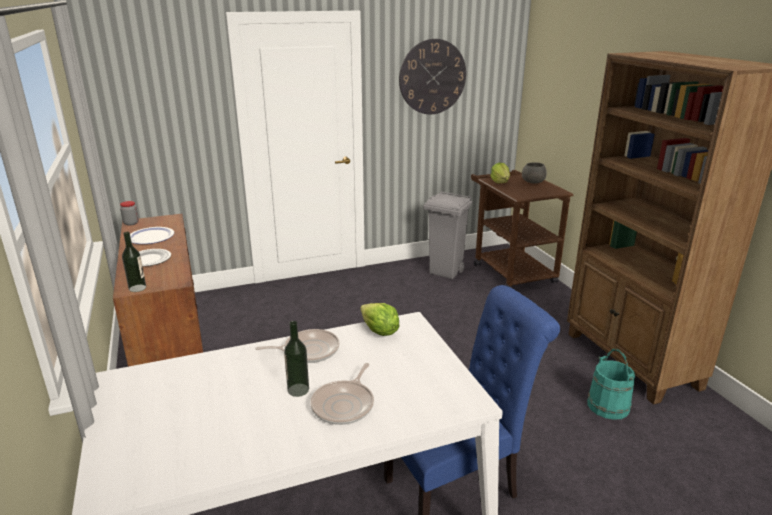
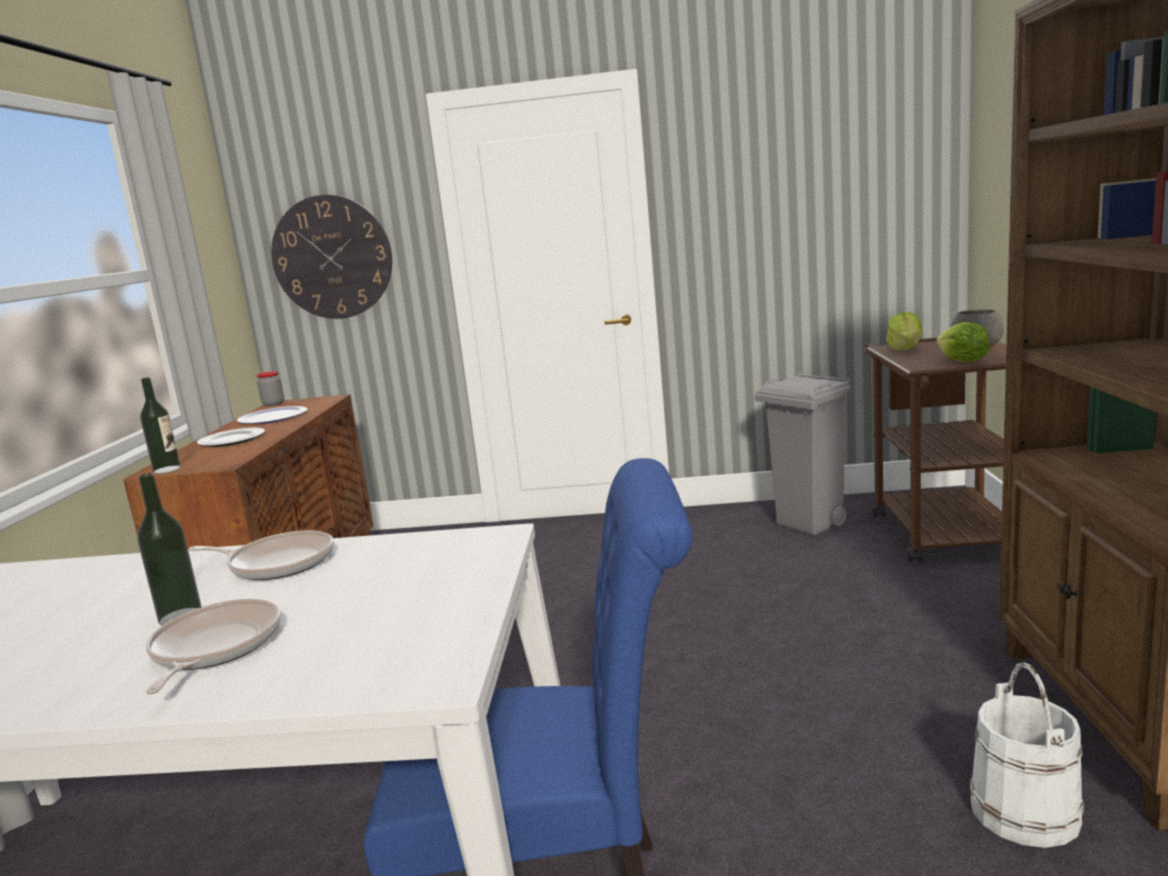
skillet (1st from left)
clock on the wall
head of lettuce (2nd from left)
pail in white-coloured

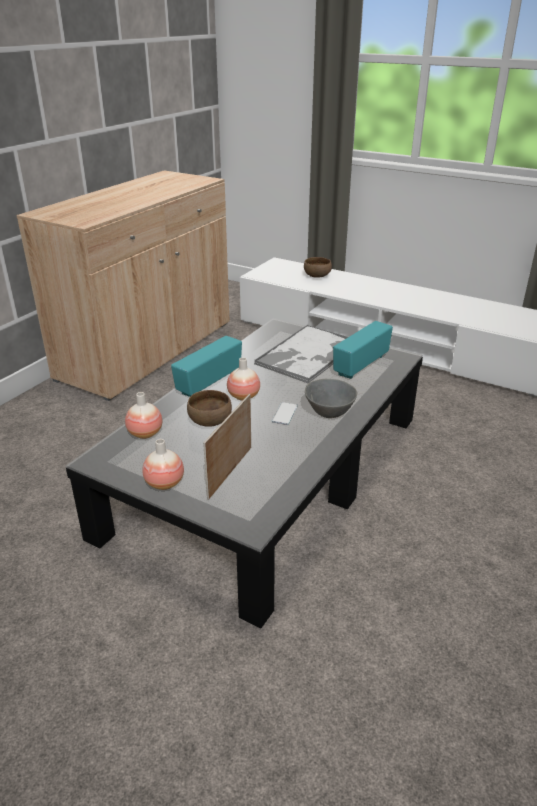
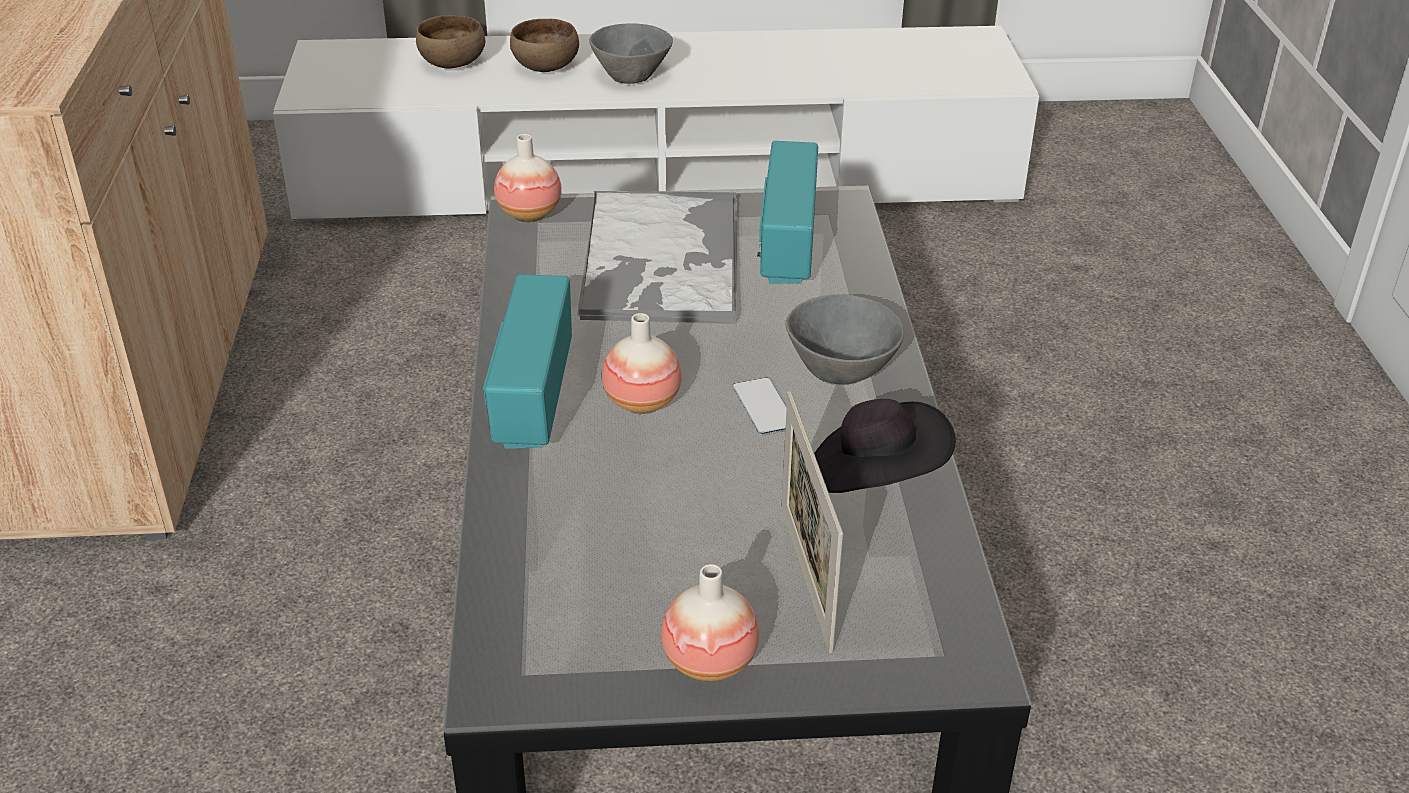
vase (1st from left)
serving bowl in brown (2nd from left)
serving bowl in grey (1st from left)
clothing hat in black

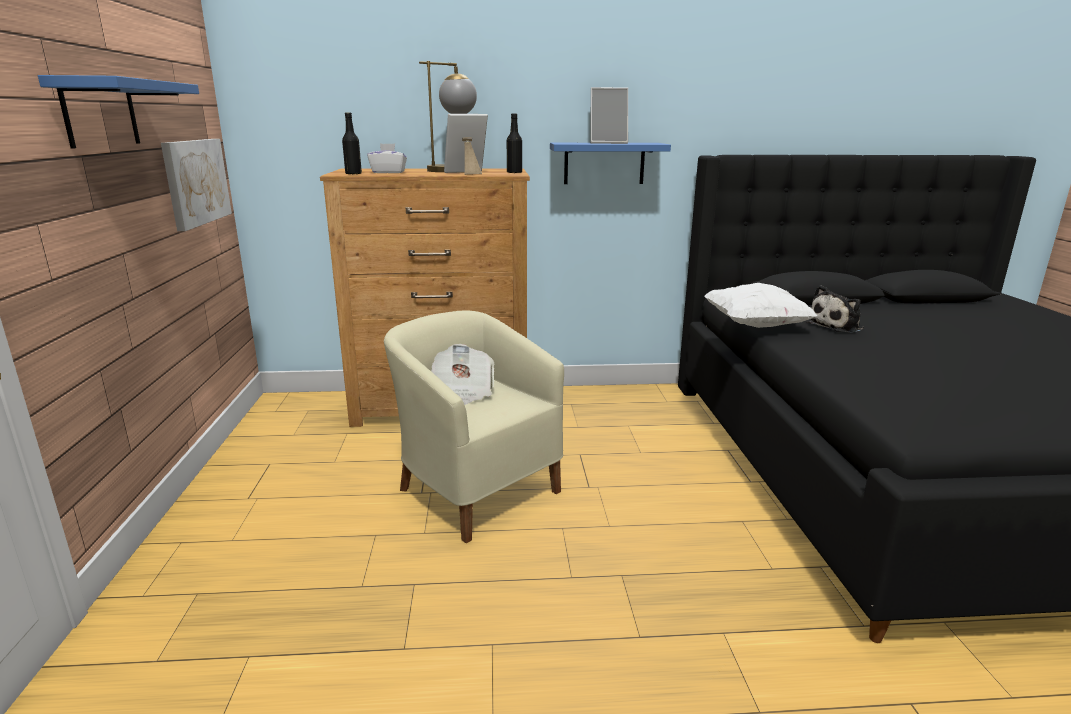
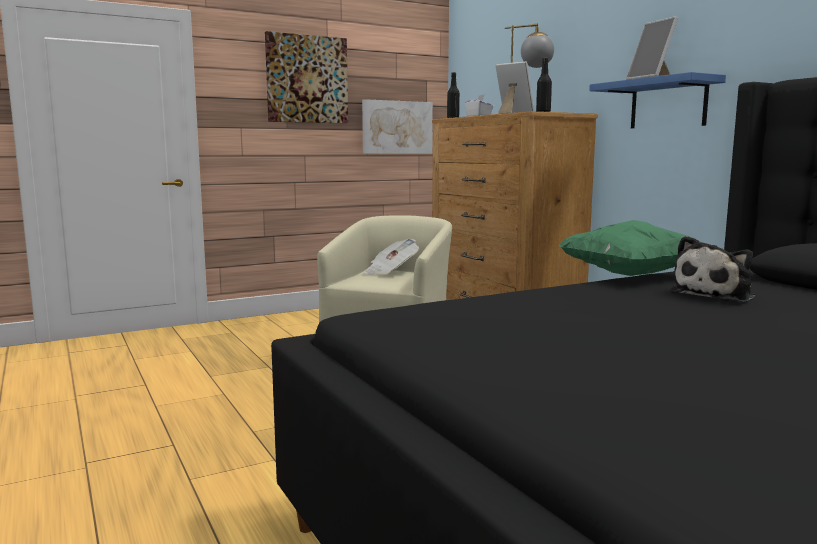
wall picture (1st from left)
cushion in green-coloured
plush toy

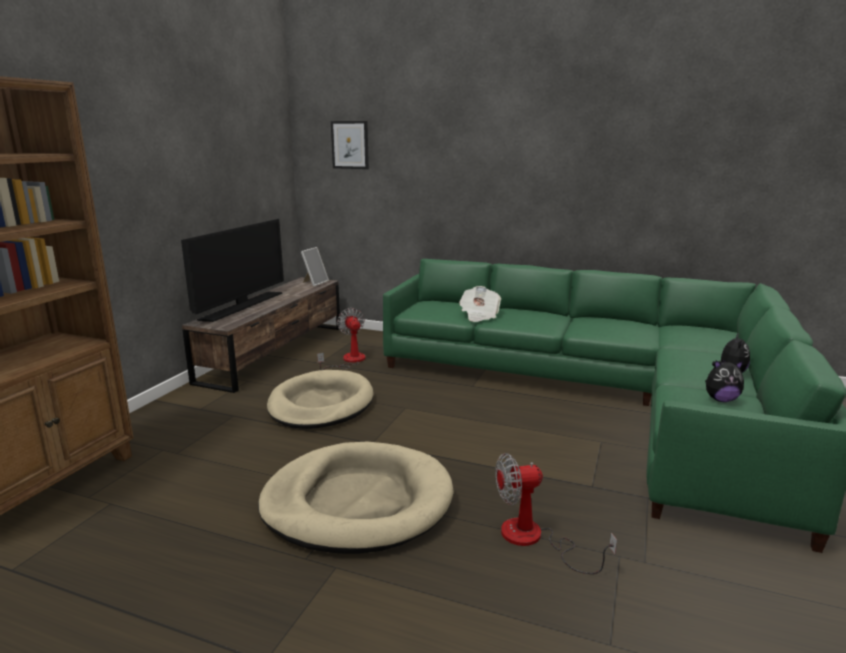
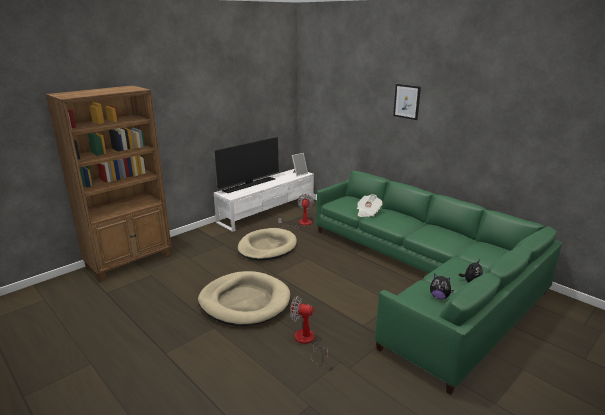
tv unit in white-coloured
wall picture

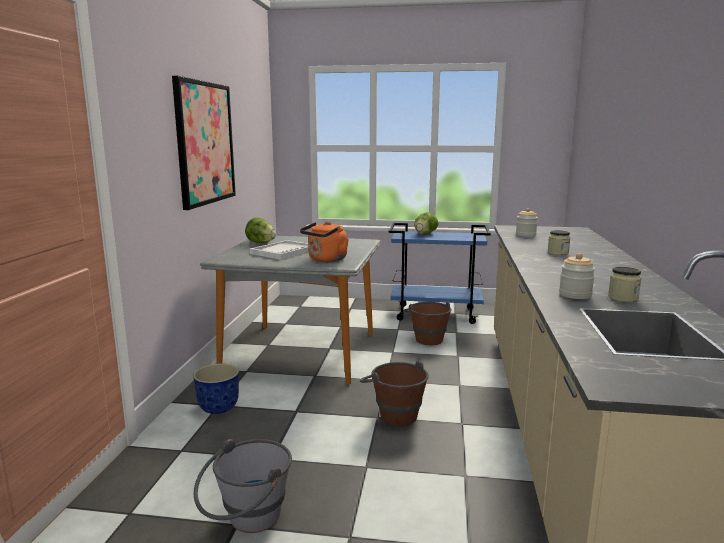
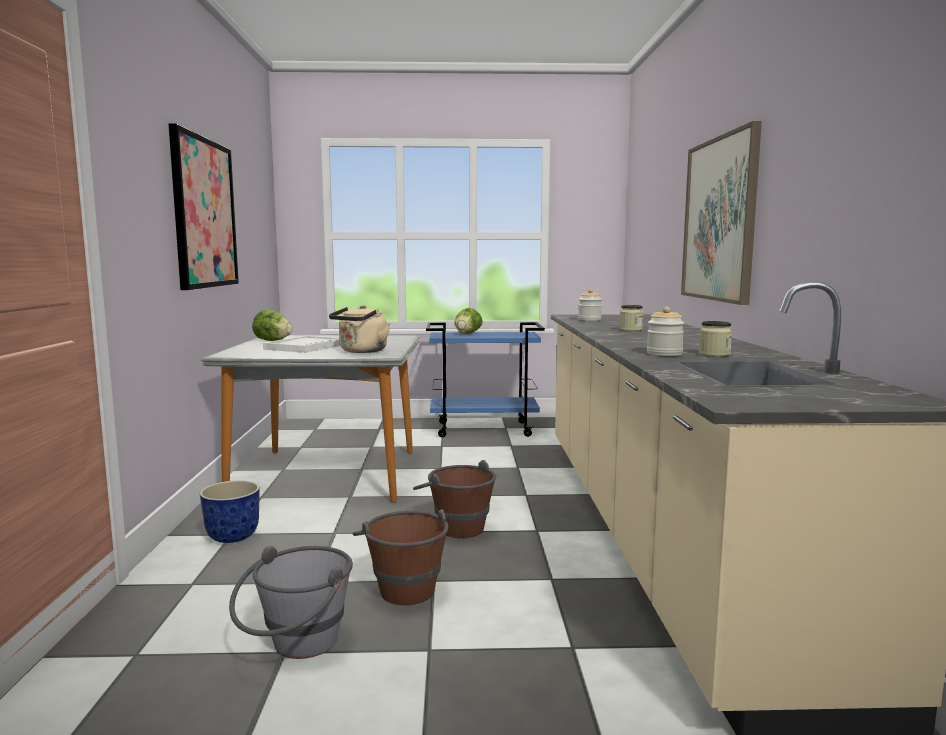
water kettle in sand-coloured
pail in brown (1st from left)
wall picture (2nd from left)

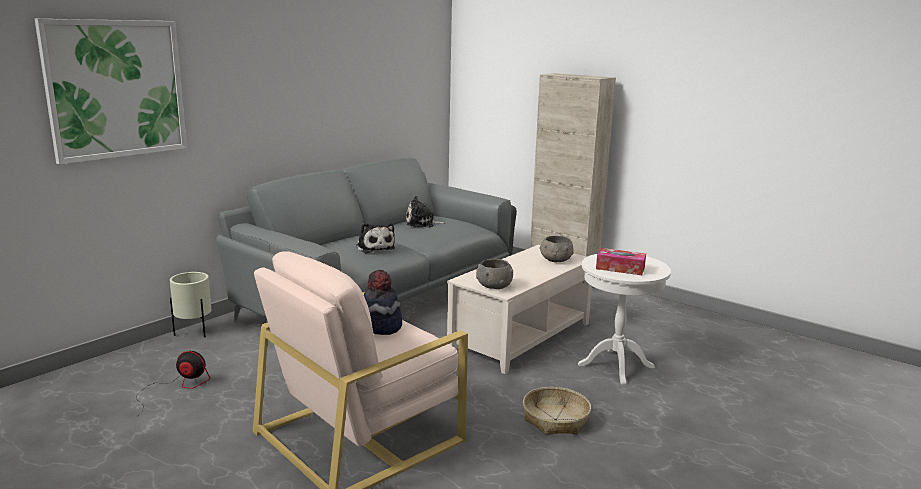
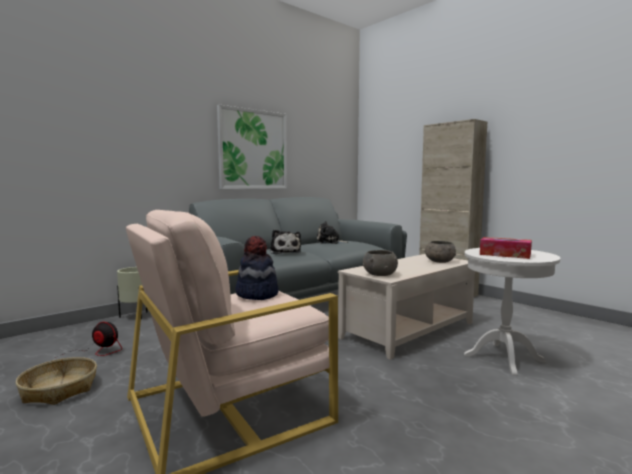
basket
wall picture

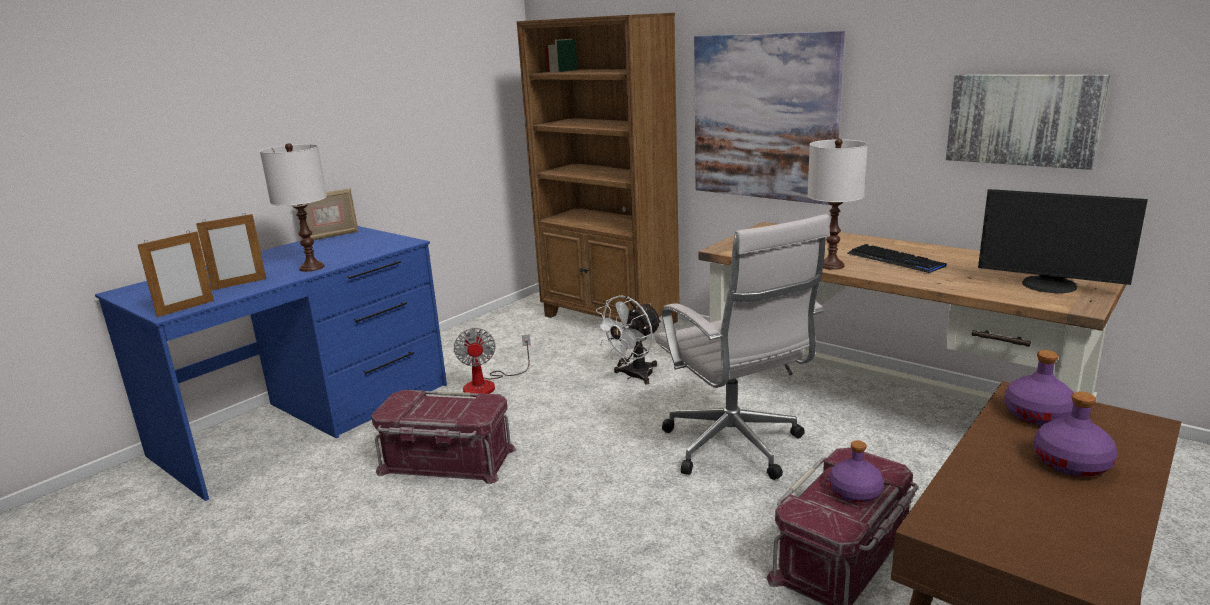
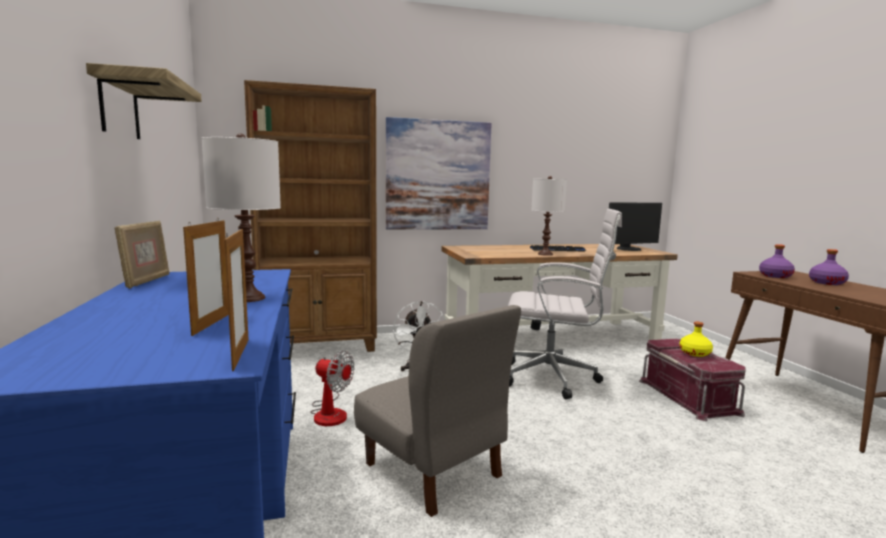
bracket shelf
chair in grey
bottle in yellow
wall picture (2nd from left in the first image)

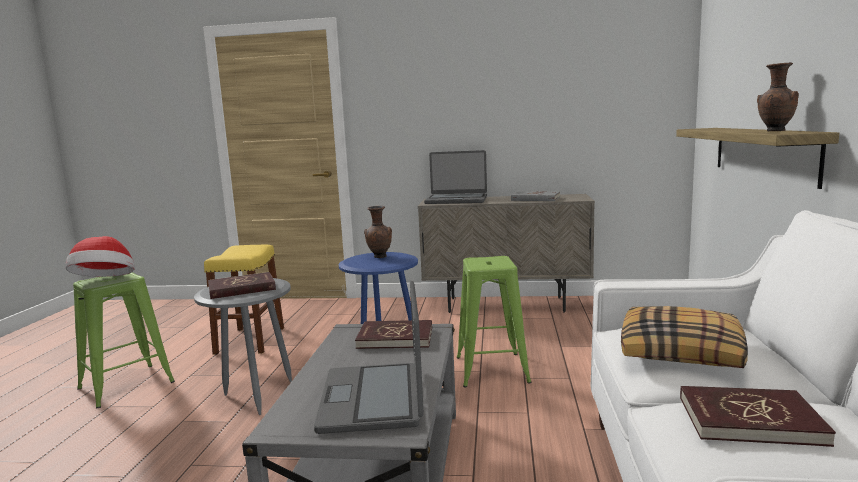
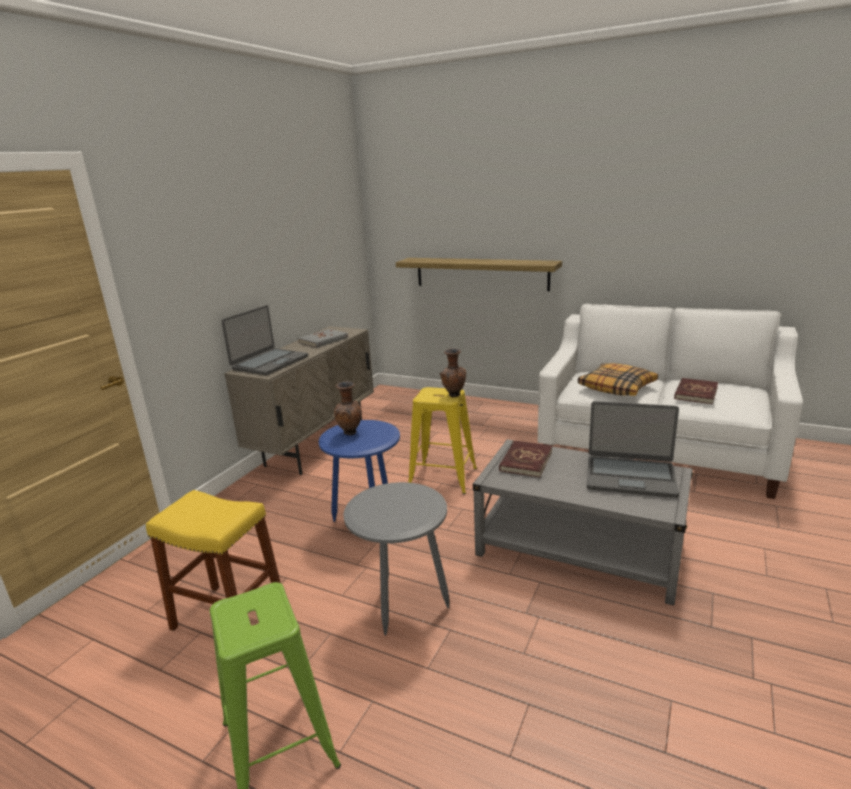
stool seat in yellow (2nd from left)
vase in brown (2nd from left)
clothing hat
bound book in red-coloured (1st from left in the first image)

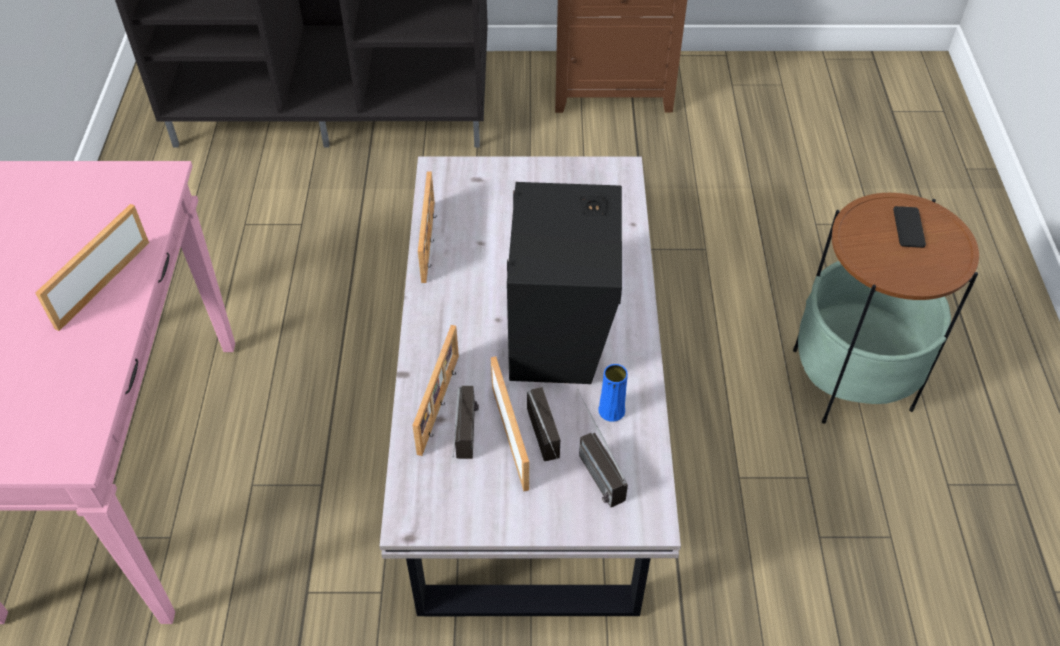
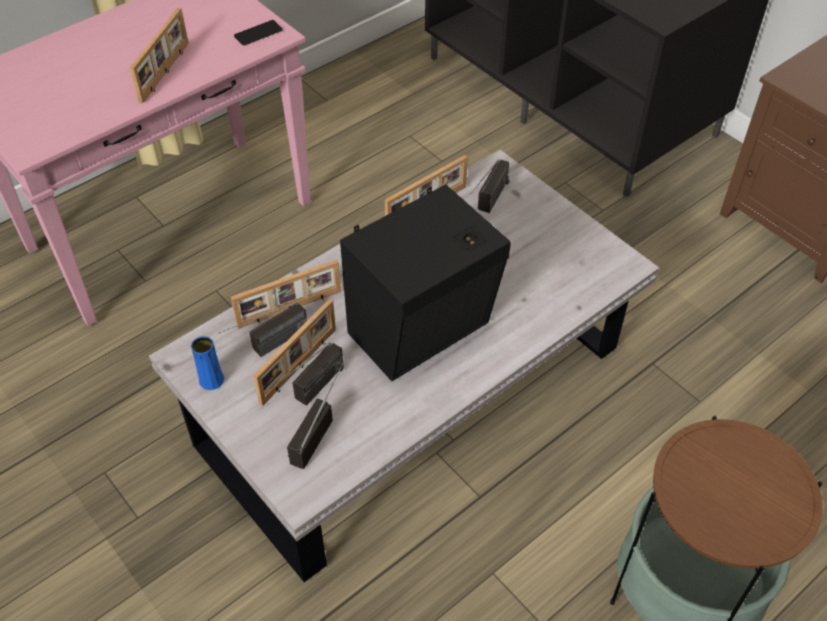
picture frame (1st from left)
vase in bluish
handset
radio (4th from left)

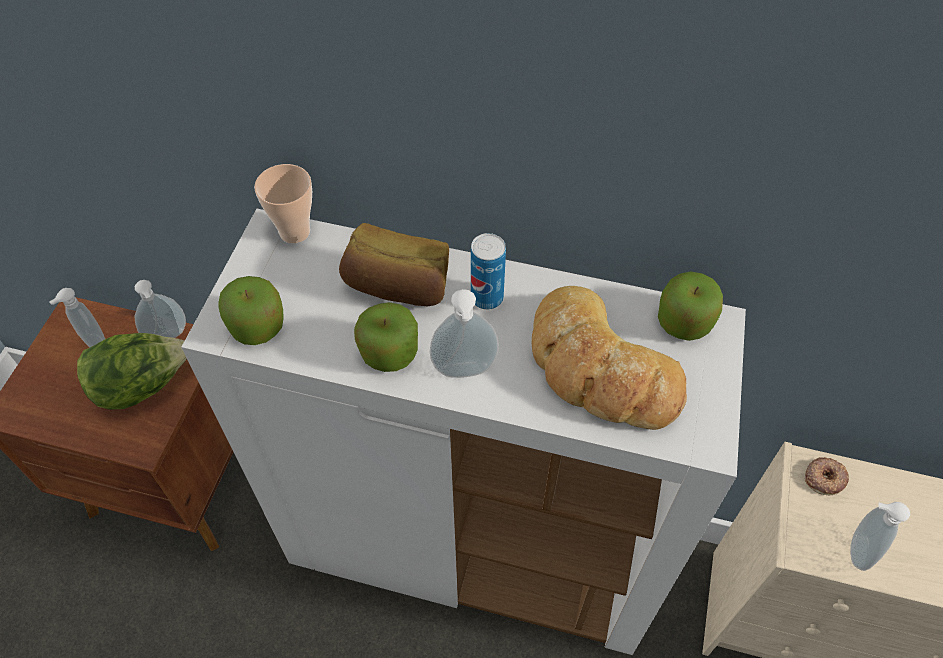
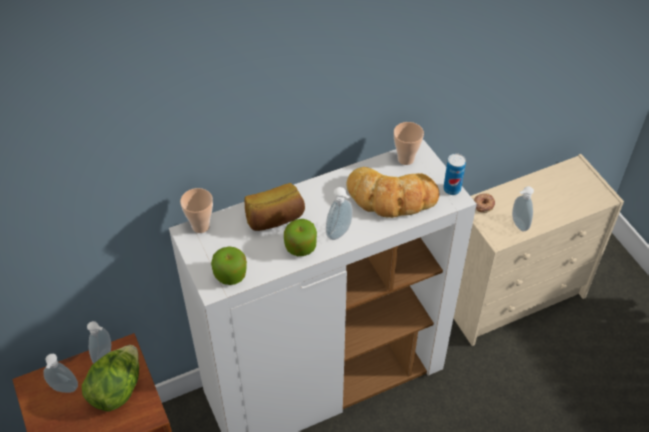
drinking cup (2nd from left)
can

